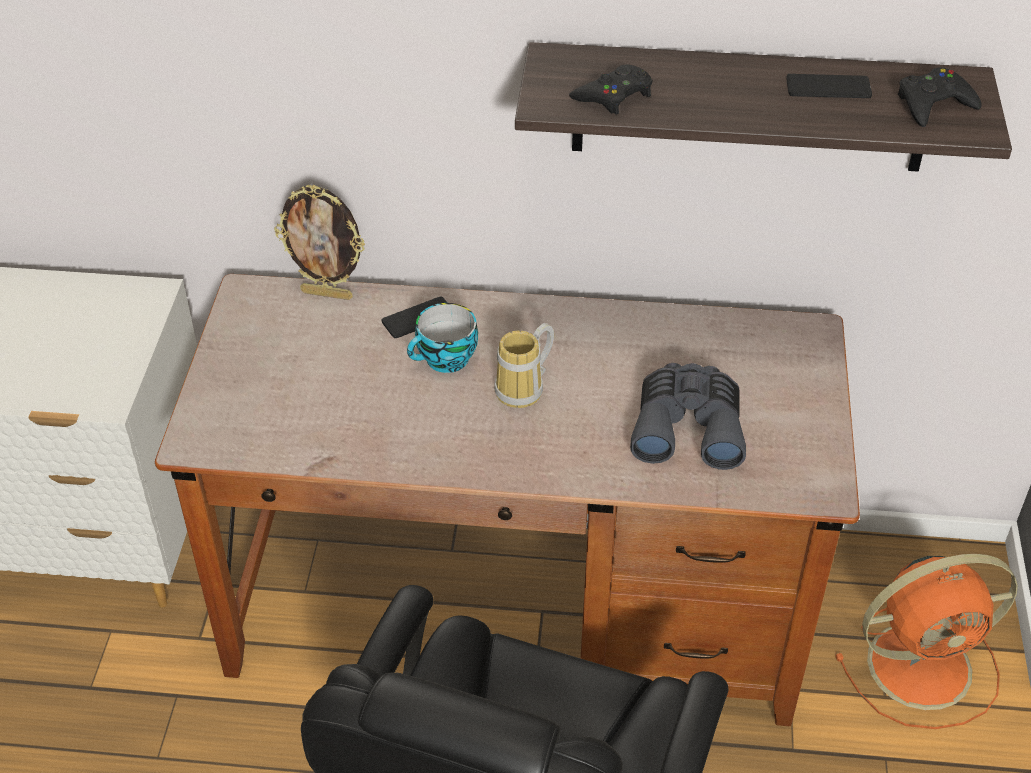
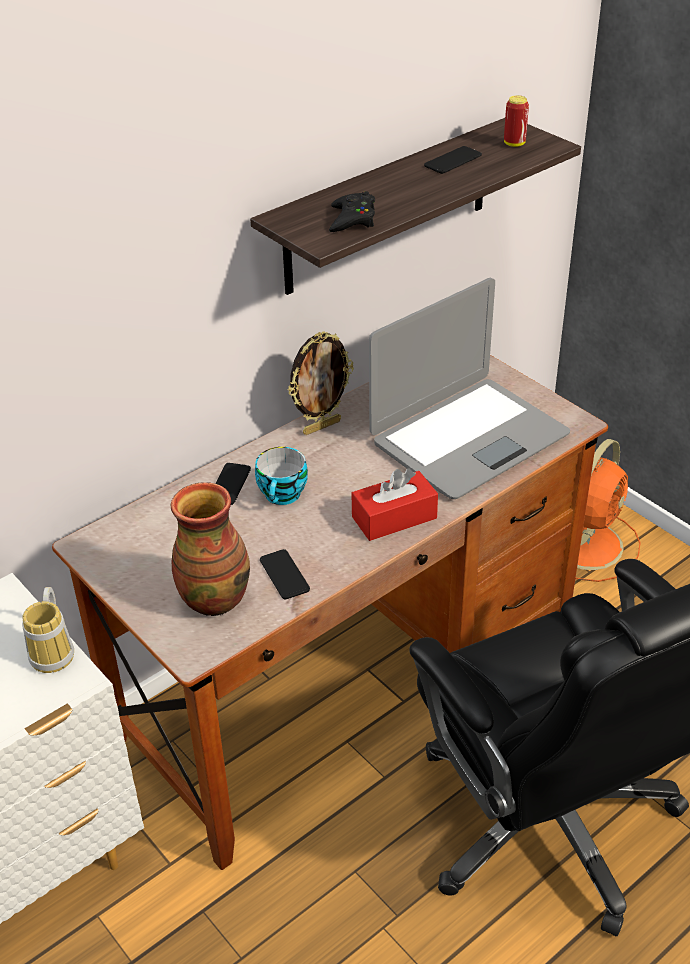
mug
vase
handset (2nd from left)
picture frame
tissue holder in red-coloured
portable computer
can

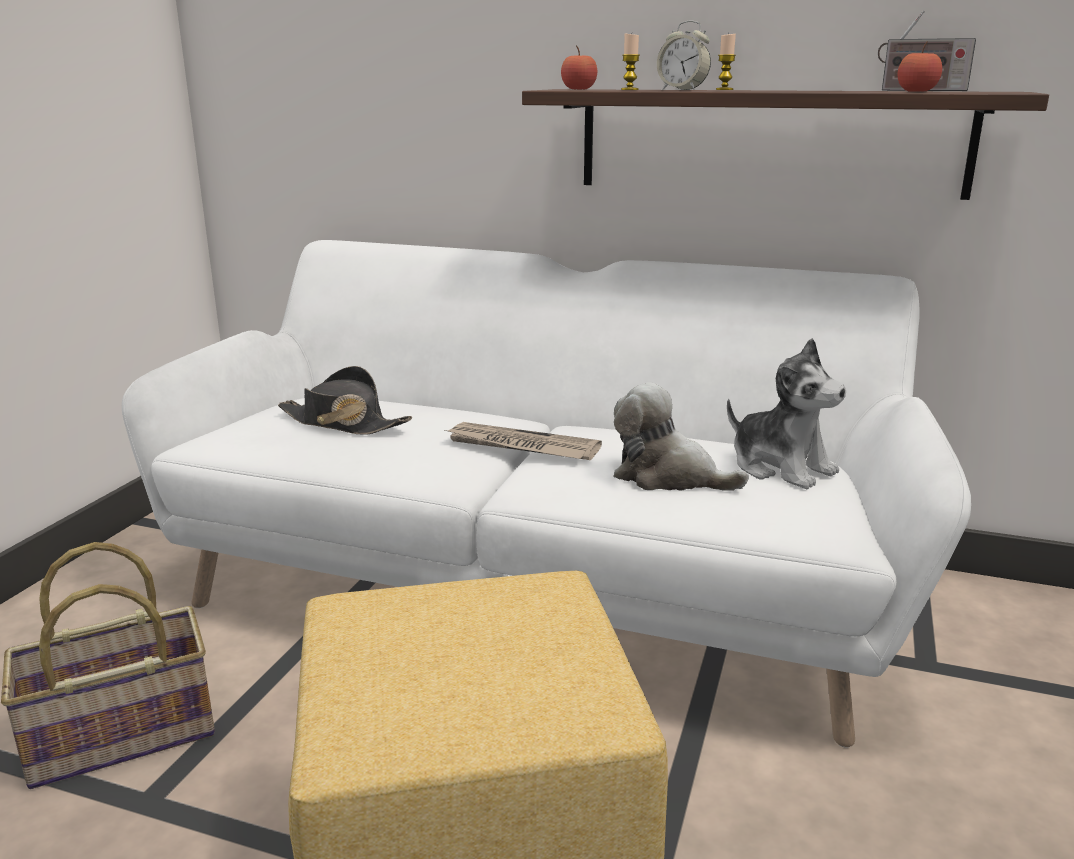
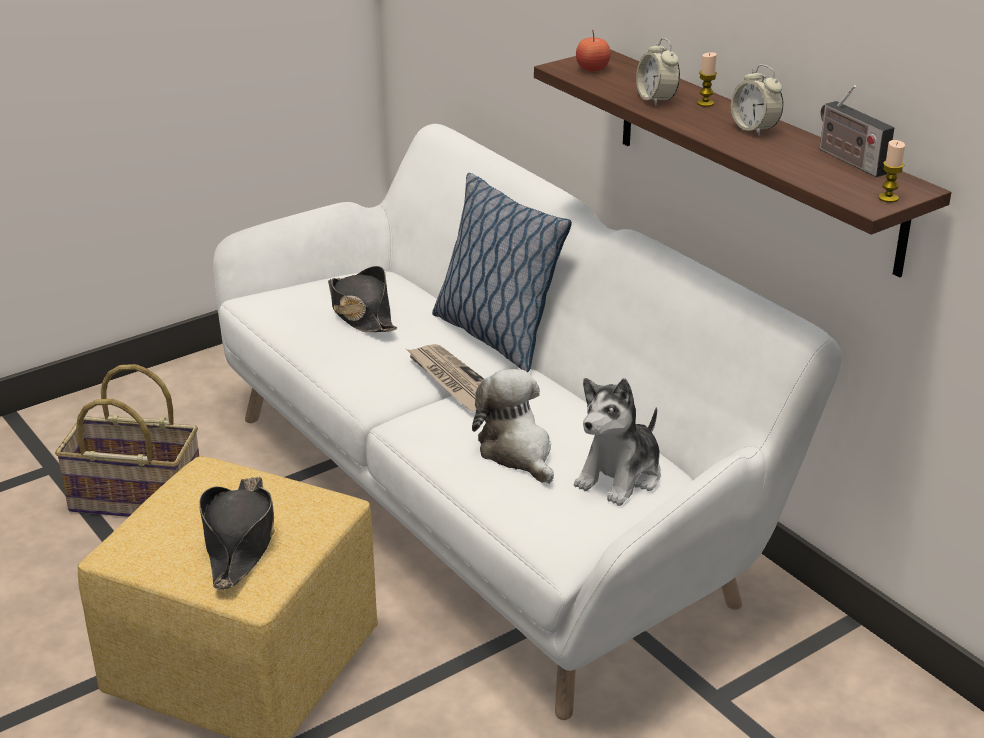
clothing hat in black (1st from left)
cushion
plush toy (2nd from left)
alarm clock (2nd from left)
wax candle (2nd from left)
apple fruit (2nd from left in the first image)

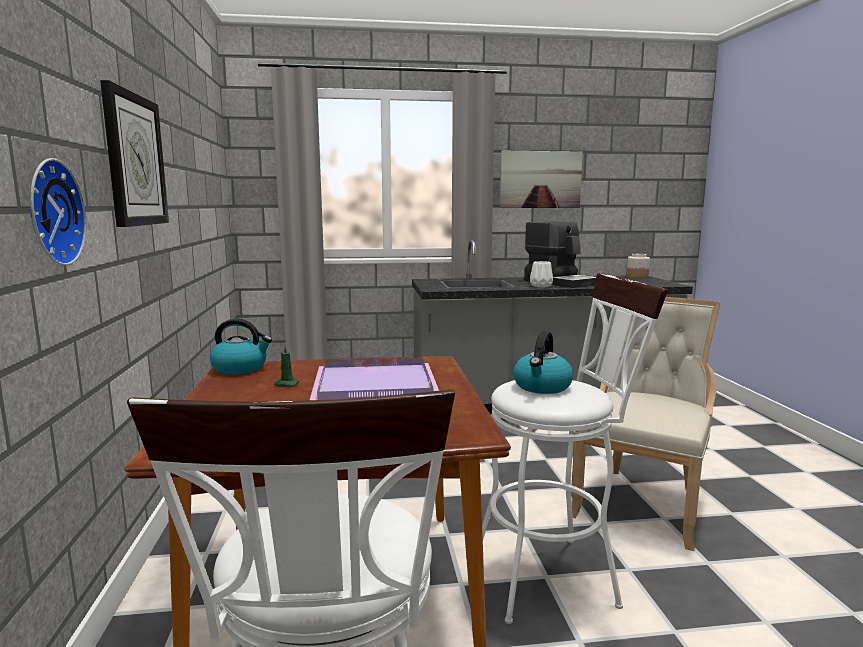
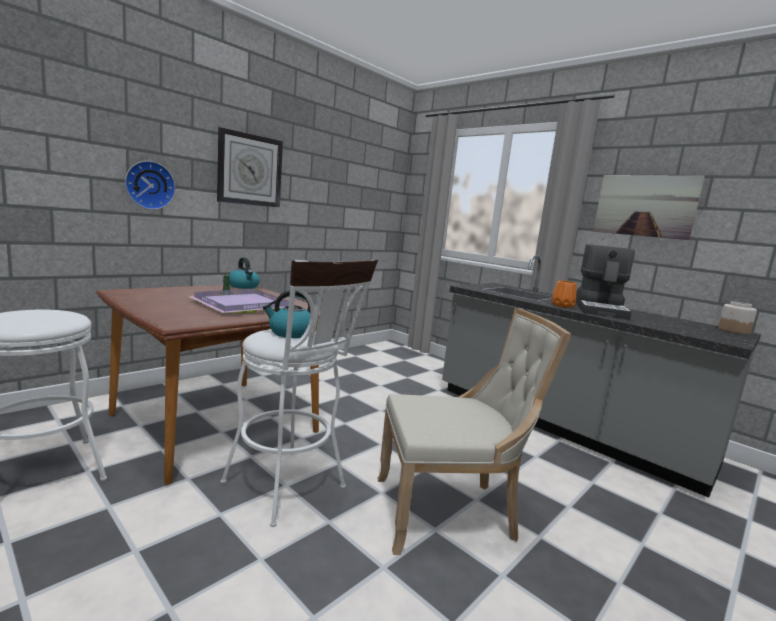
vase in orange

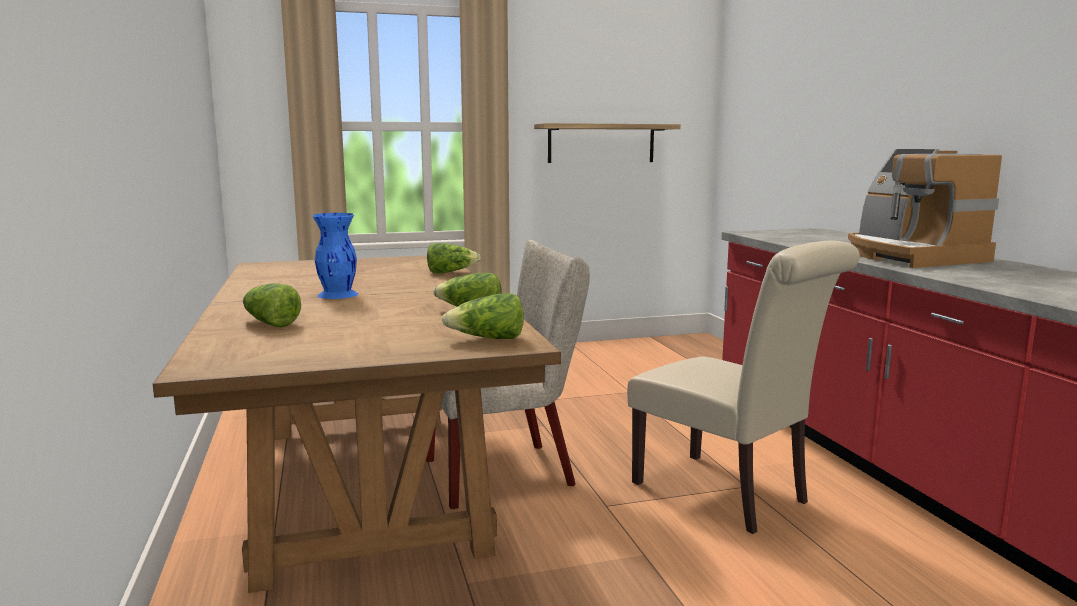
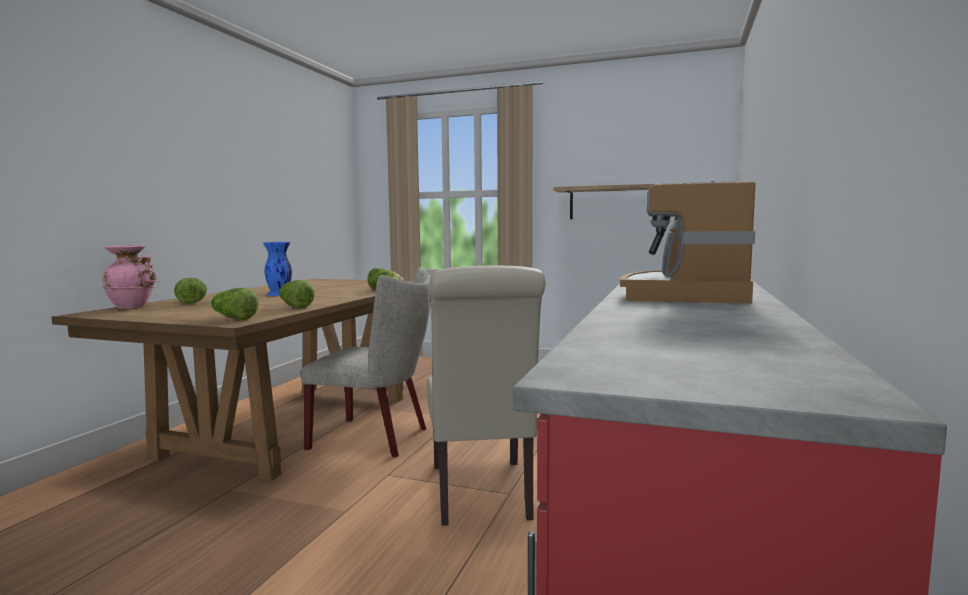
vase in pink-coloured

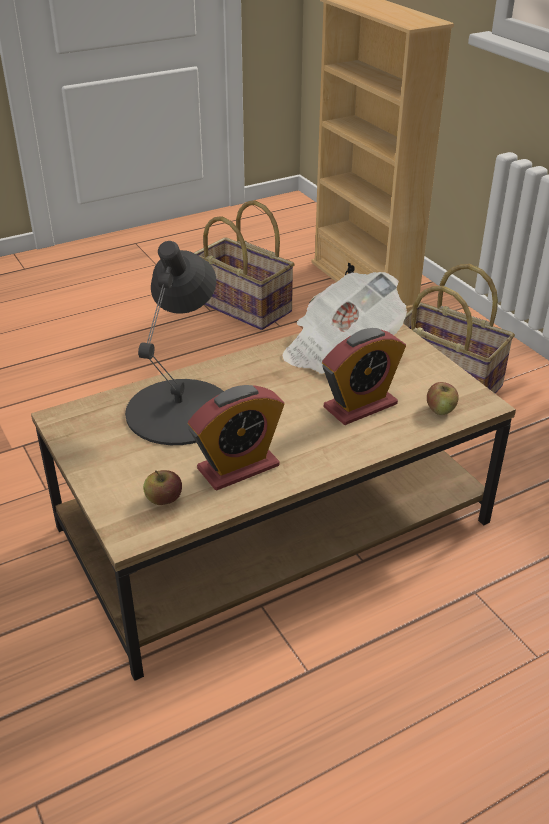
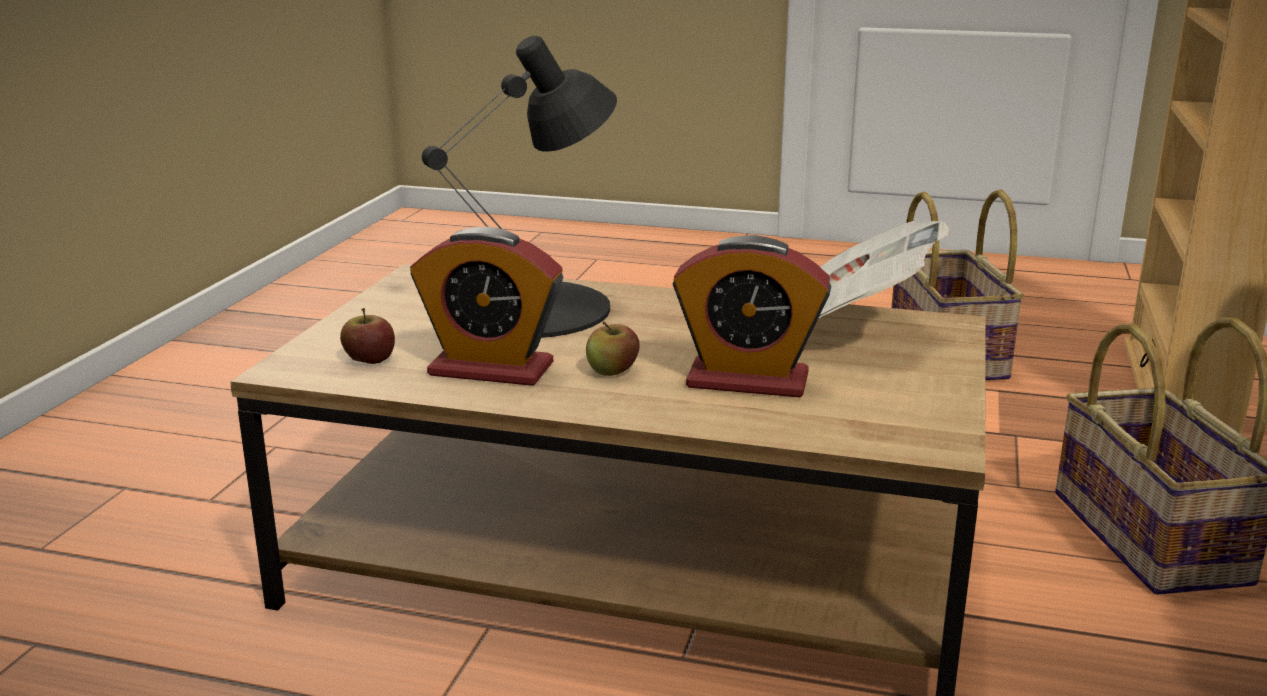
apple fruit (2nd from left)

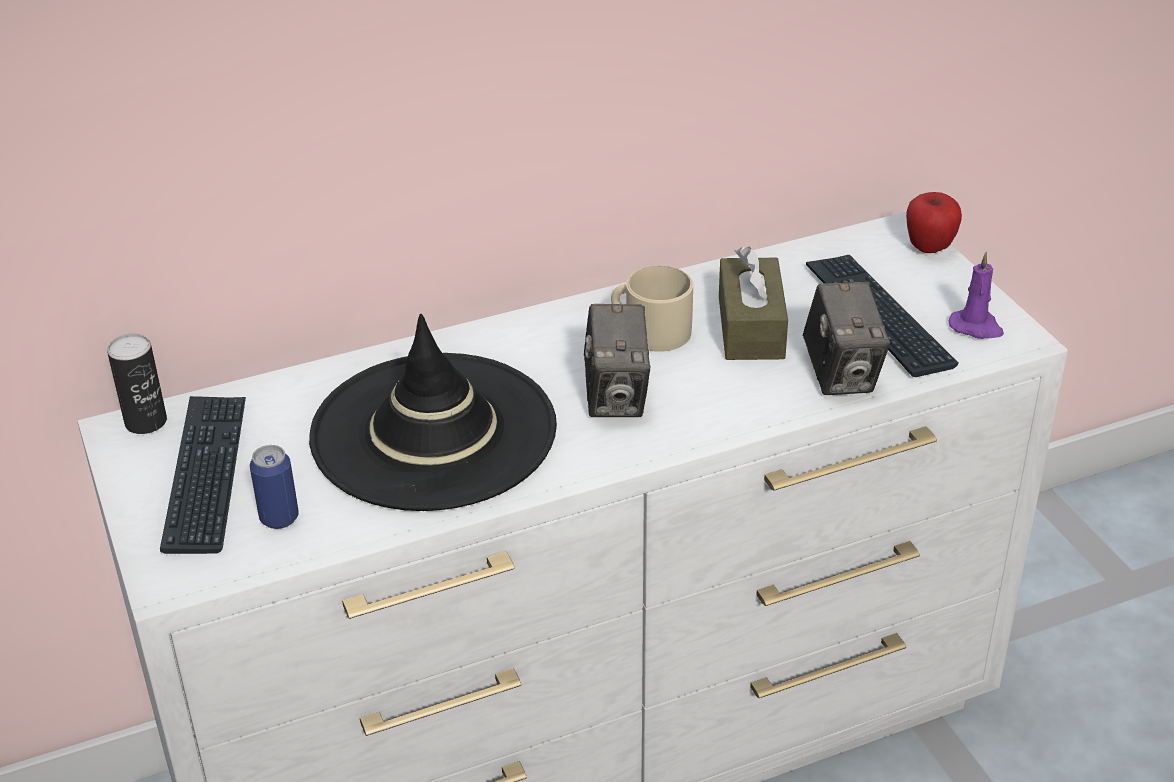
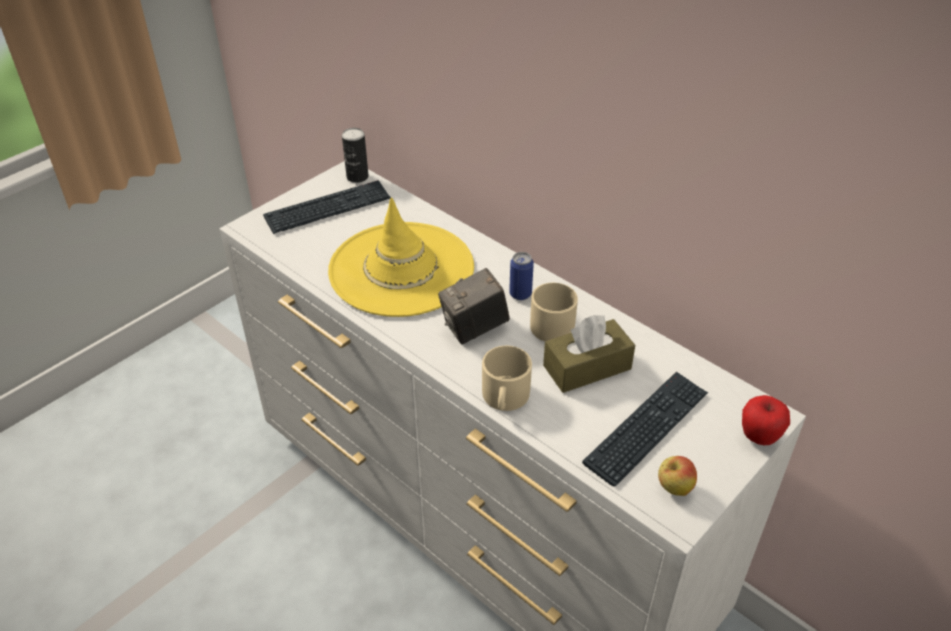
clothing hat in yellow
mug in sand-coloured (1st from left)
can (2nd from left)
apple fruit (1st from left)
photo camera (2nd from left in the first image)

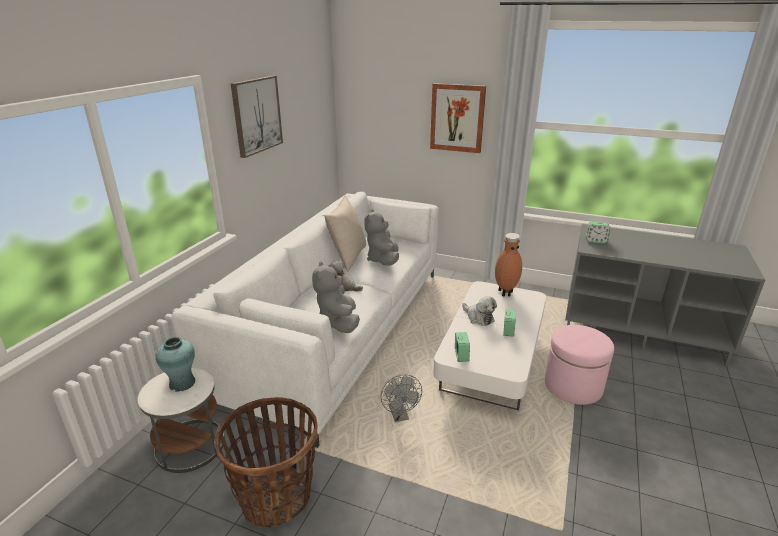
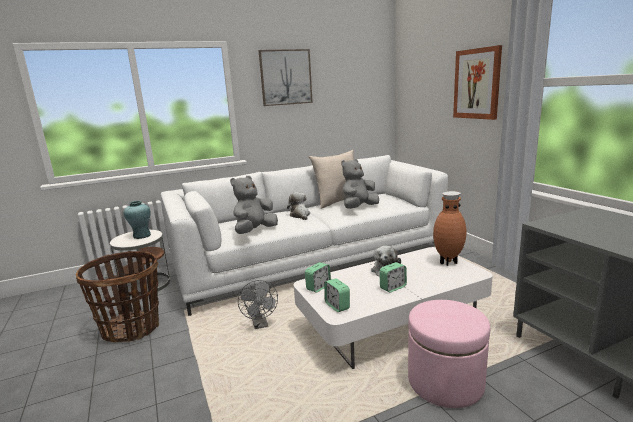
fan in grey
alarm clock (2nd from left)

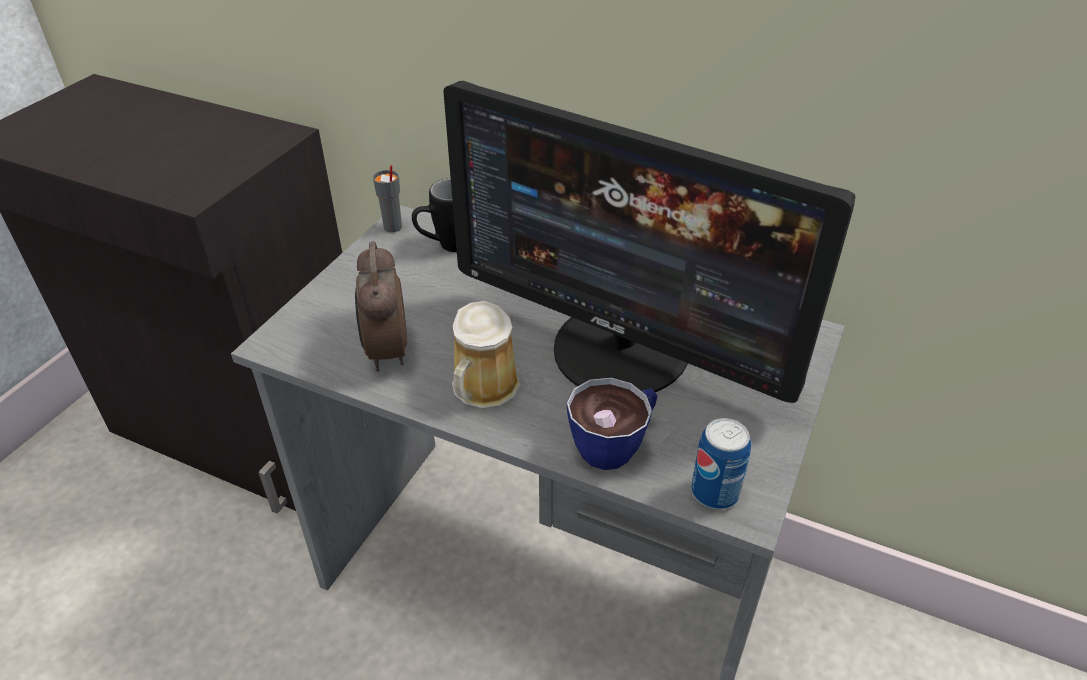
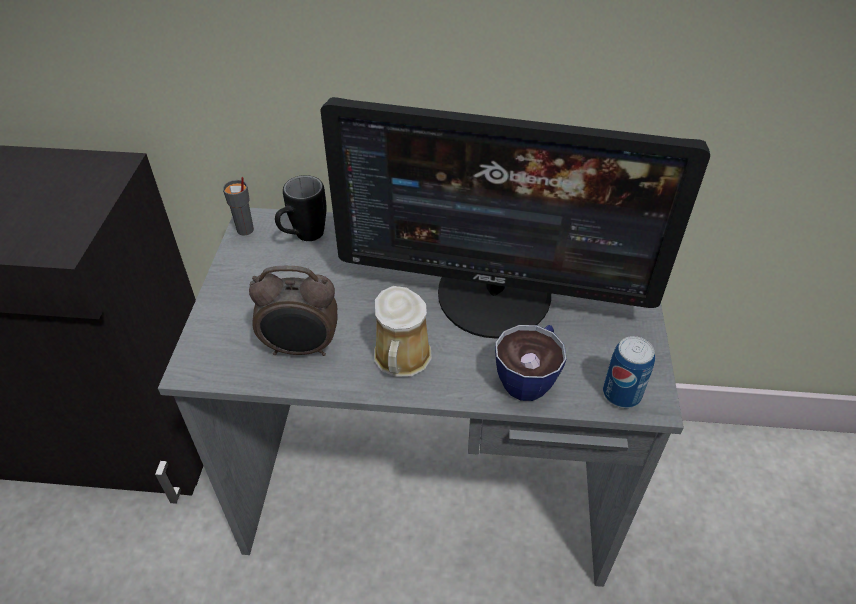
alarm clock

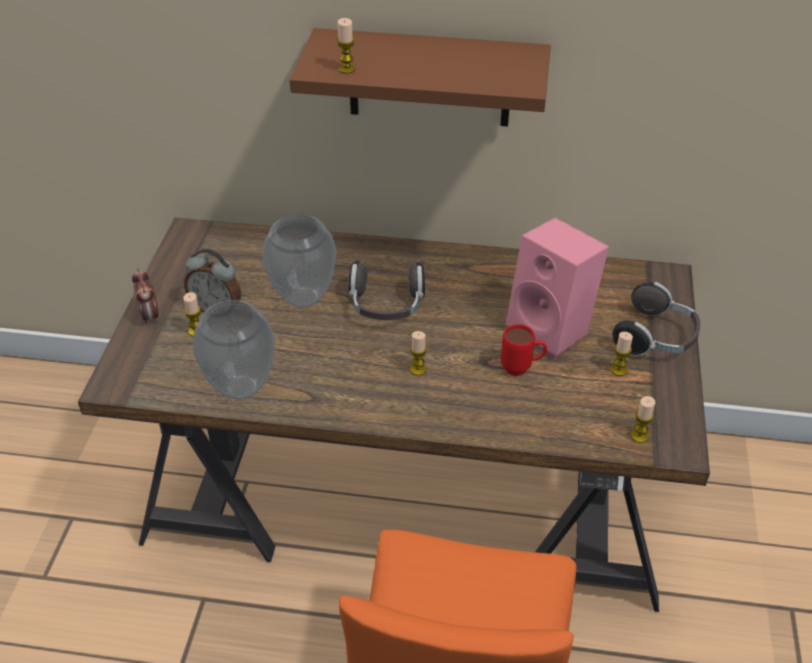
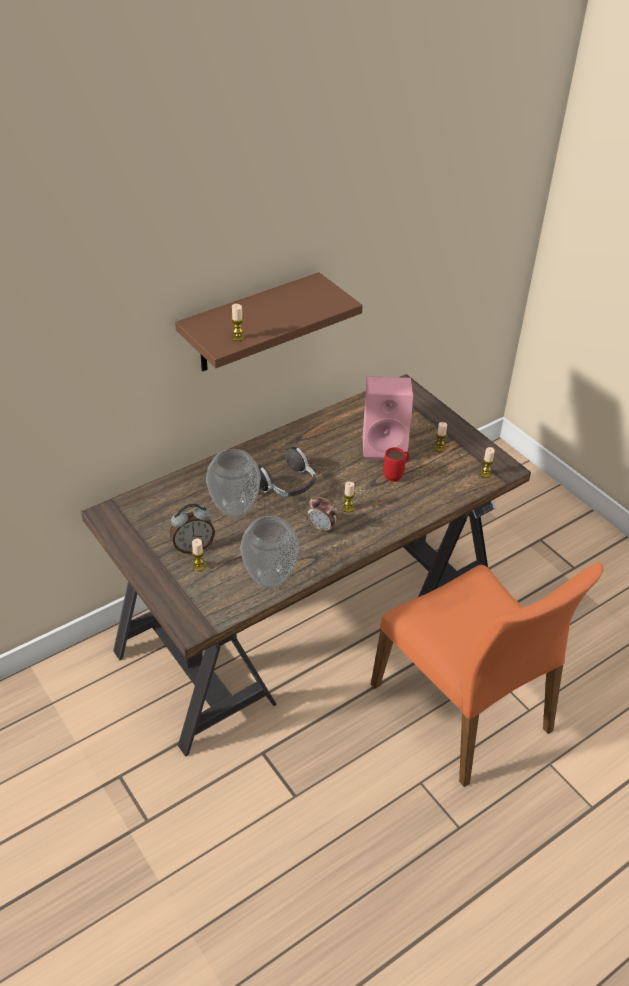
alarm clock (2nd from left)
pair of headphones (2nd from left in the first image)

